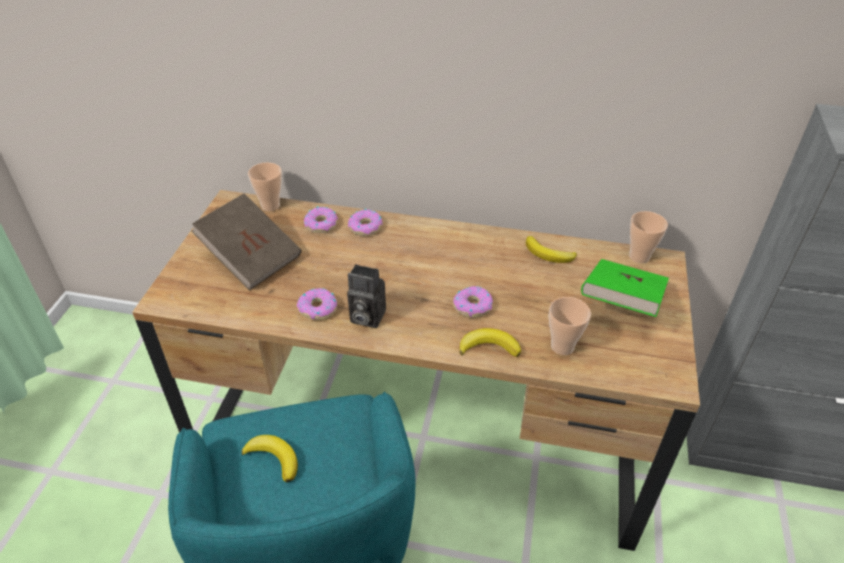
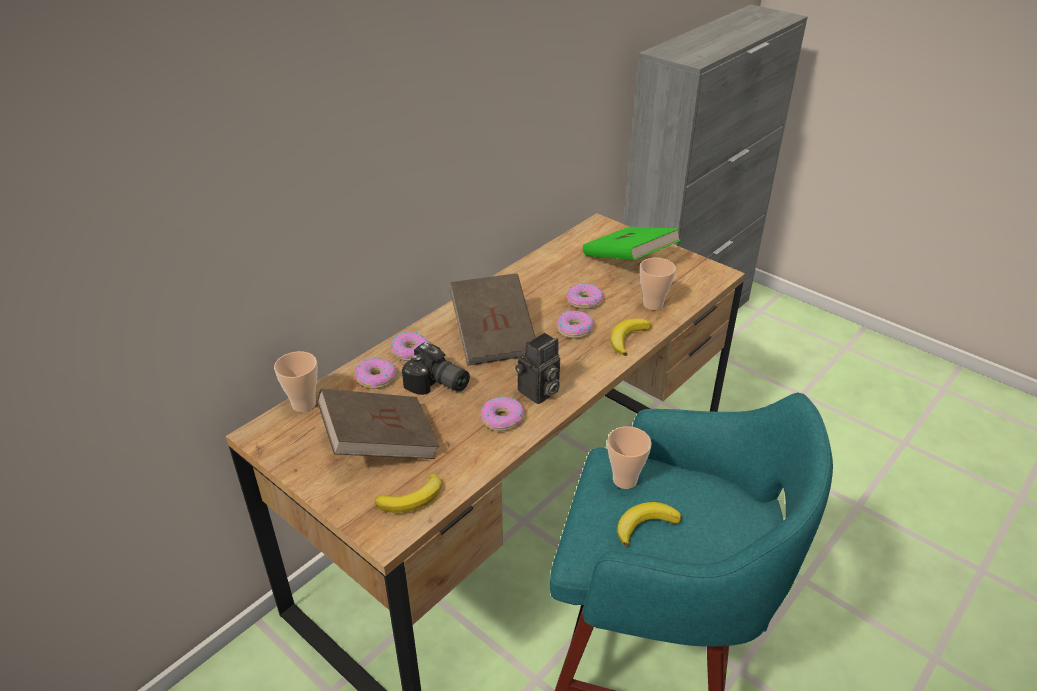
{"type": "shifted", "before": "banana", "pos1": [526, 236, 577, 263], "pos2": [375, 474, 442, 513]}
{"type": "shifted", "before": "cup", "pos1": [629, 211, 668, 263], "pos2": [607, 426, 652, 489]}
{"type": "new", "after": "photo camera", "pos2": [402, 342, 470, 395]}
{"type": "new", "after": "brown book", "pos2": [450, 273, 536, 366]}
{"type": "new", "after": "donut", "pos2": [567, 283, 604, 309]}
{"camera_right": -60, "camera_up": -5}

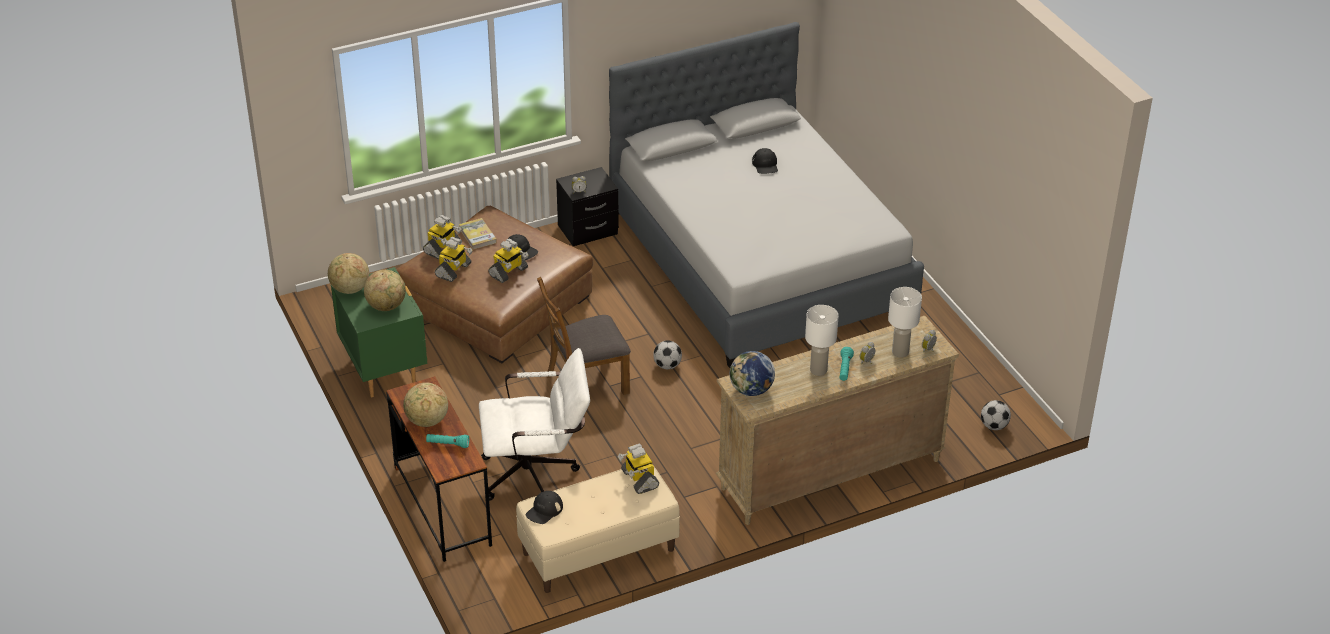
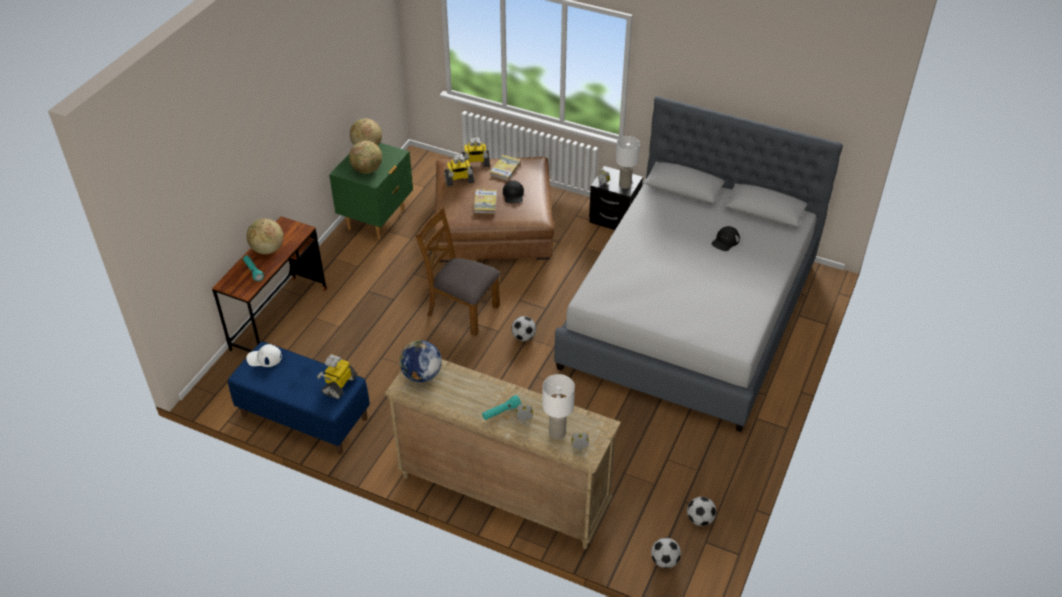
{"type": "gone", "before": "white office chair", "pos1": [479, 348, 590, 501]}
{"type": "swapped", "before": "toy robot", "after": "book", "pos1": [488, 239, 529, 283], "pos2": [473, 189, 497, 214]}
{"type": "repainted", "before": "beige bench", "after": "blue bench", "pos1": [516, 467, 680, 593], "pos2": [228, 342, 370, 454]}
{"type": "repainted", "before": "black cap", "after": "white cap", "pos1": [526, 491, 563, 524], "pos2": [246, 344, 282, 367]}
{"type": "shifted", "before": "white table lamp", "pos1": [805, 305, 839, 376], "pos2": [616, 136, 640, 189]}
{"type": "new", "after": "football", "pos2": [687, 497, 716, 526]}
{"camera_right": 50, "camera_up": 5}

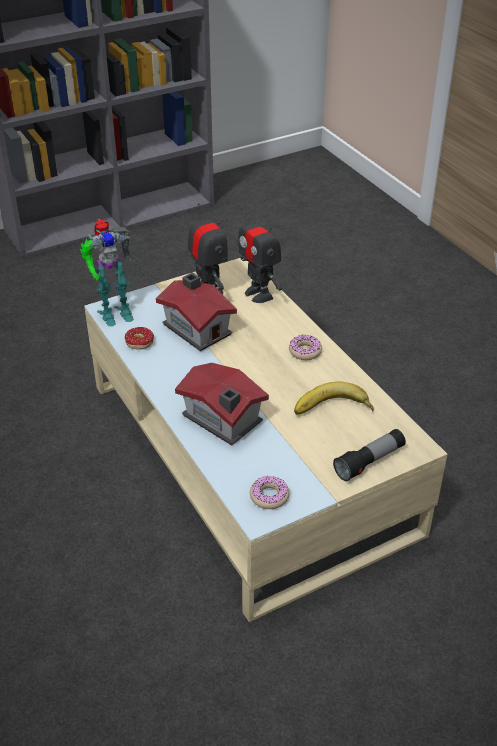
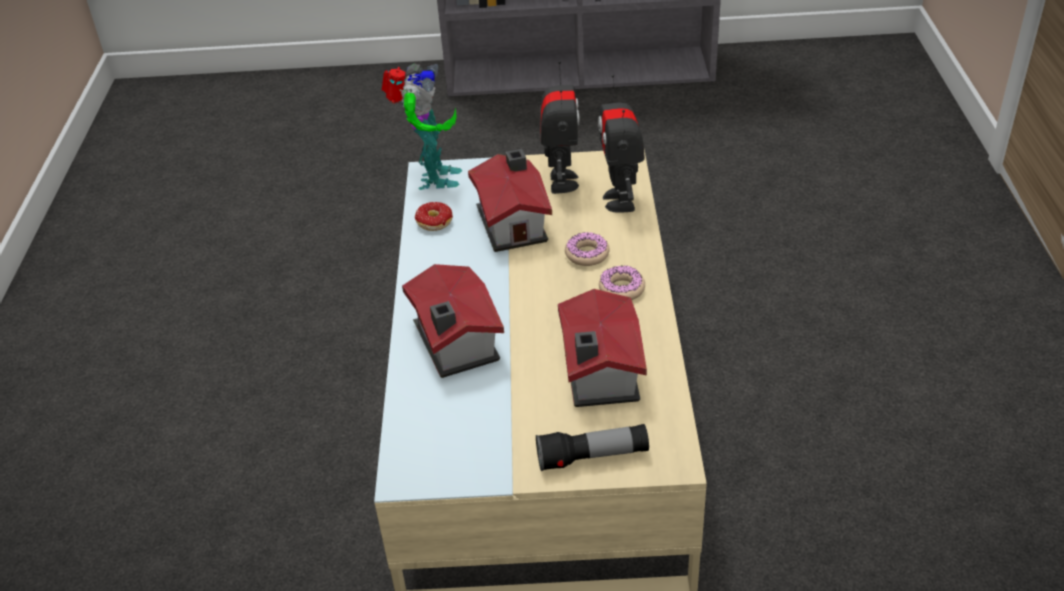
{"type": "rotated", "before": "toy robot", "pos1": [80, 219, 134, 326], "pos2": [382, 63, 462, 190], "turn": -90}
{"type": "shifted", "before": "donut", "pos1": [250, 476, 289, 509], "pos2": [565, 232, 610, 266]}
{"type": "swapped", "before": "banana", "after": "toy house", "pos1": [294, 382, 374, 415], "pos2": [558, 289, 647, 407]}
{"camera_right": 30, "camera_up": 0}

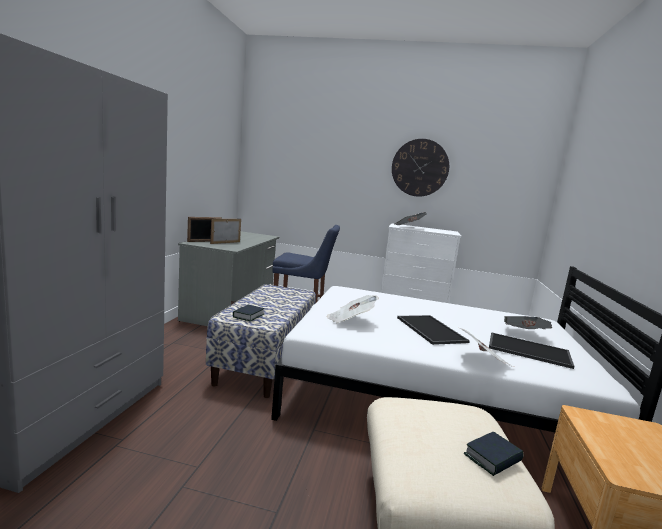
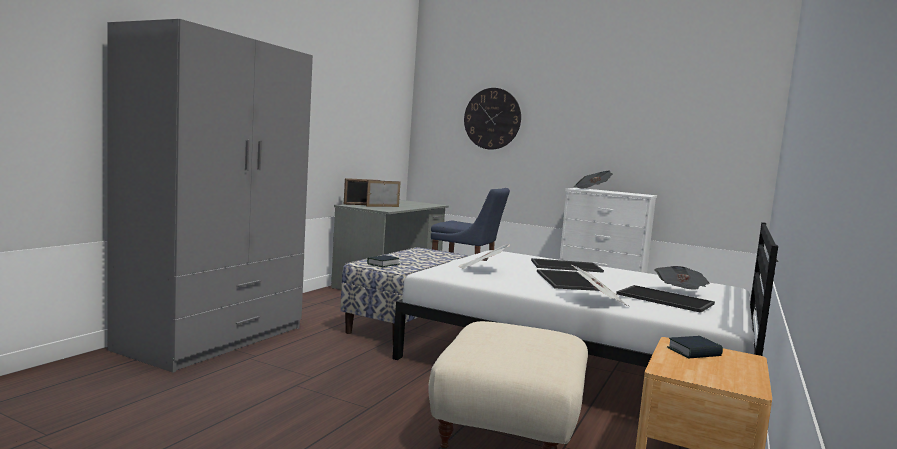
{"type": "shifted", "before": "wall clock", "pos1": [392, 139, 449, 197], "pos2": [464, 88, 521, 150]}
{"type": "shifted", "before": "book", "pos1": [464, 432, 524, 476], "pos2": [667, 336, 723, 359]}
{"type": "new", "after": "tray", "pos2": [531, 258, 604, 273]}
{"camera_right": 15, "camera_up": -5}

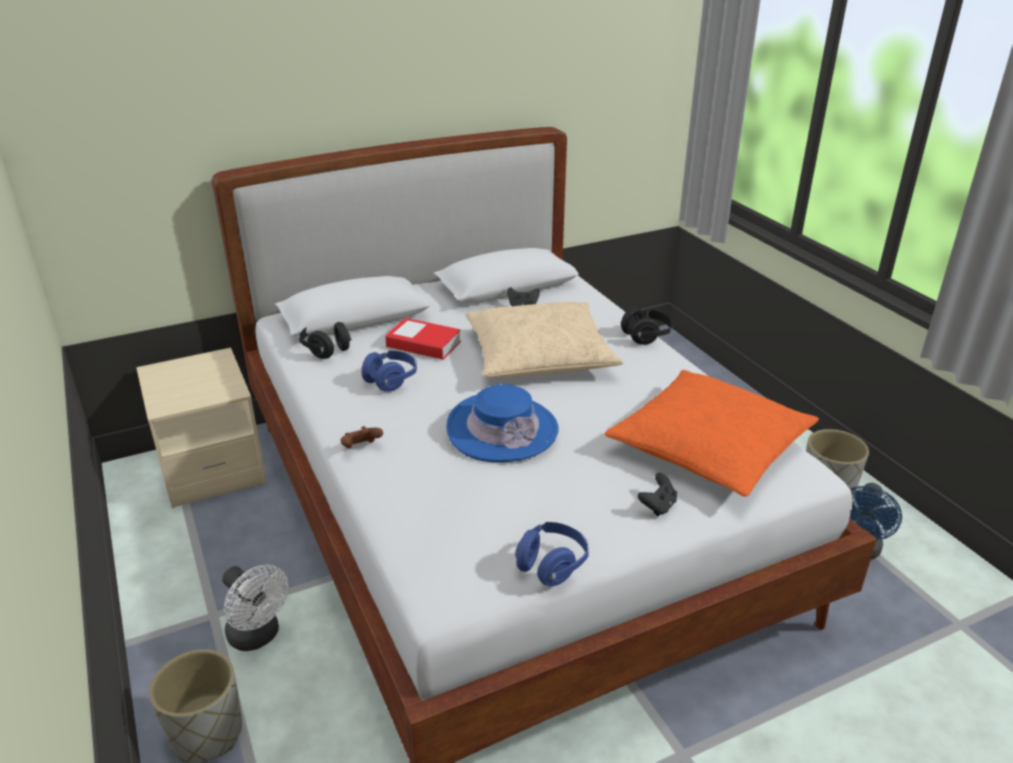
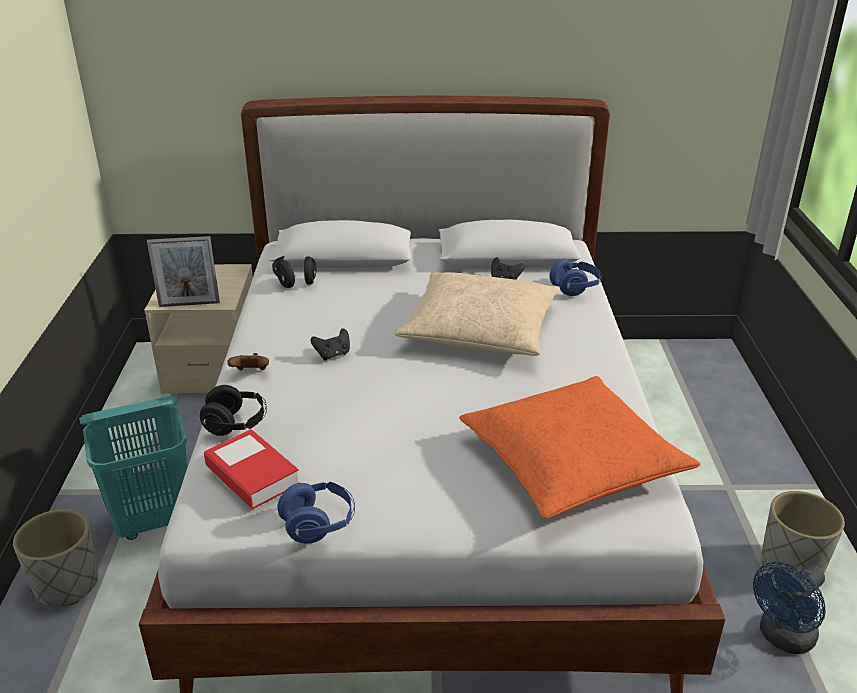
{"type": "swapped", "before": "white fan", "after": "turquoise laundry basket", "pos1": [222, 565, 289, 651], "pos2": [79, 395, 187, 540]}
{"type": "shifted", "before": "blue headphones", "pos1": [361, 351, 417, 392], "pos2": [549, 259, 602, 296]}
{"type": "shifted", "before": "book", "pos1": [385, 318, 461, 360], "pos2": [204, 429, 299, 509]}
{"type": "gone", "before": "blue hat", "pos1": [446, 384, 558, 462]}
{"type": "shifted", "before": "black headphones", "pos1": [621, 307, 673, 345], "pos2": [200, 385, 267, 436]}
{"type": "shifted", "before": "black game controller", "pos1": [638, 473, 677, 516], "pos2": [311, 328, 350, 360]}
{"type": "new", "after": "picture frame", "pos2": [147, 236, 220, 307]}
{"camera_right": 25, "camera_up": 0}

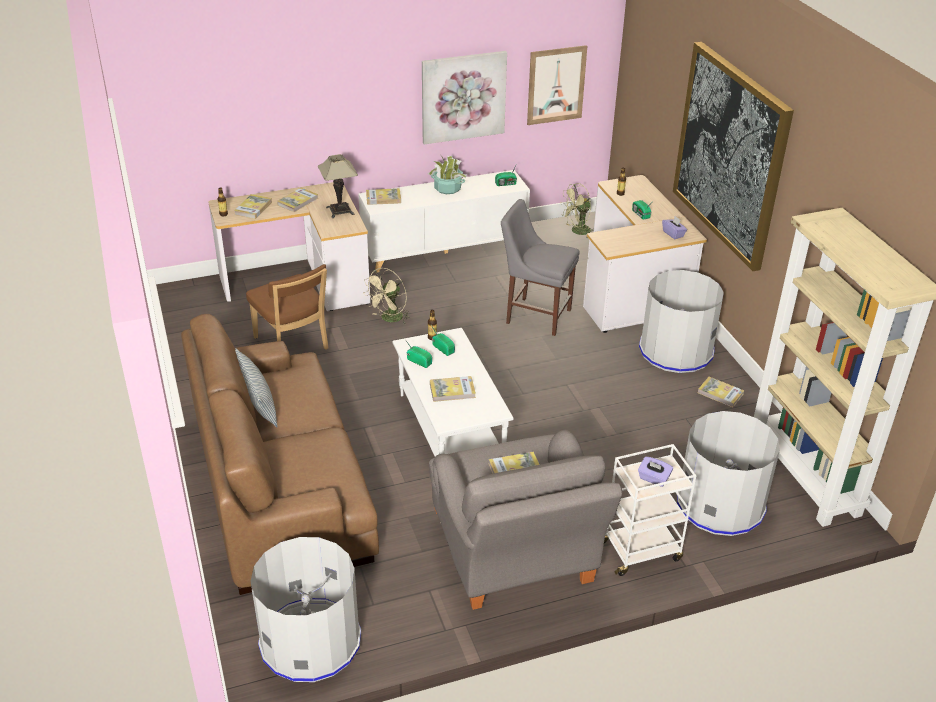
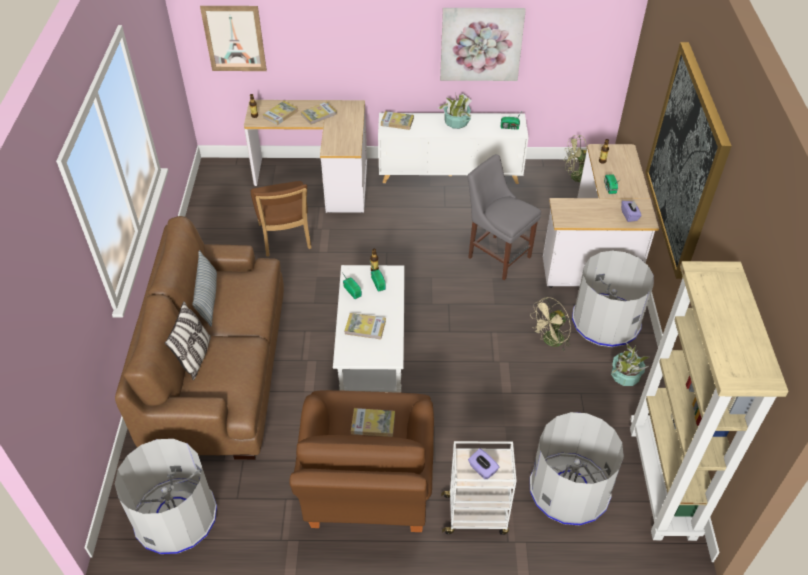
{"type": "gone", "before": "table lamp", "pos1": [318, 154, 358, 218]}
{"type": "shifted", "before": "beige fan", "pos1": [363, 268, 410, 324], "pos2": [530, 297, 571, 350]}
{"type": "repainted", "before": "grey armchair", "after": "brown armchair", "pos1": [429, 430, 622, 610], "pos2": [289, 390, 434, 532]}
{"type": "shifted", "before": "picture", "pos1": [527, 45, 587, 125], "pos2": [200, 6, 267, 71]}
{"type": "swapped", "before": "book", "after": "potted plant", "pos1": [698, 376, 744, 407], "pos2": [611, 342, 649, 386]}
{"type": "new", "after": "pillow", "pos2": [165, 301, 211, 380]}
{"camera_right": 20, "camera_up": 10}

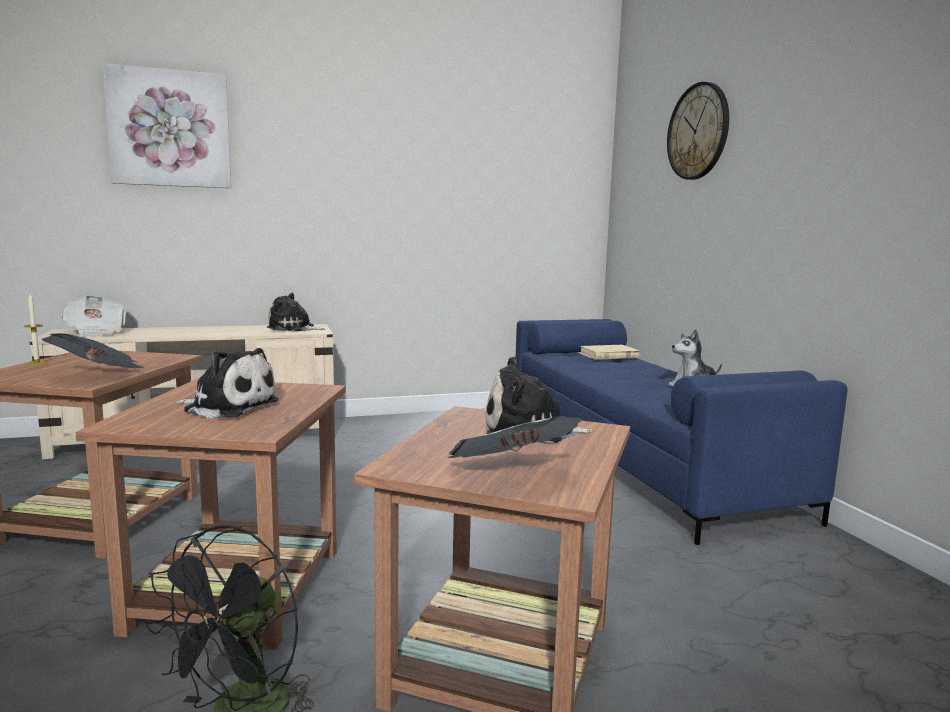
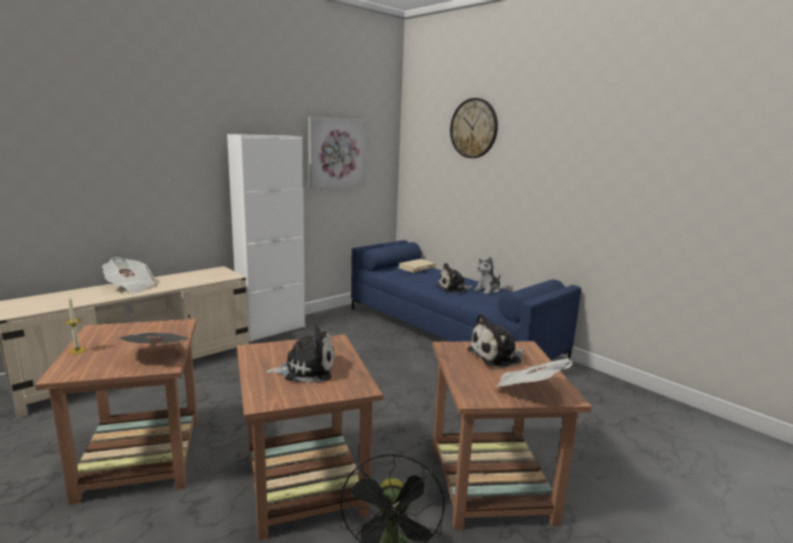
{"type": "shifted", "before": "newspaper", "pos1": [61, 295, 127, 337], "pos2": [102, 257, 156, 294]}
{"type": "shifted", "before": "picture", "pos1": [102, 63, 231, 188], "pos2": [308, 117, 366, 189]}
{"type": "shifted", "before": "plush toy", "pos1": [267, 292, 325, 332], "pos2": [437, 263, 473, 293]}
{"type": "new", "after": "white cabinet", "pos2": [227, 134, 305, 342]}
{"camera_right": -25, "camera_up": 5}

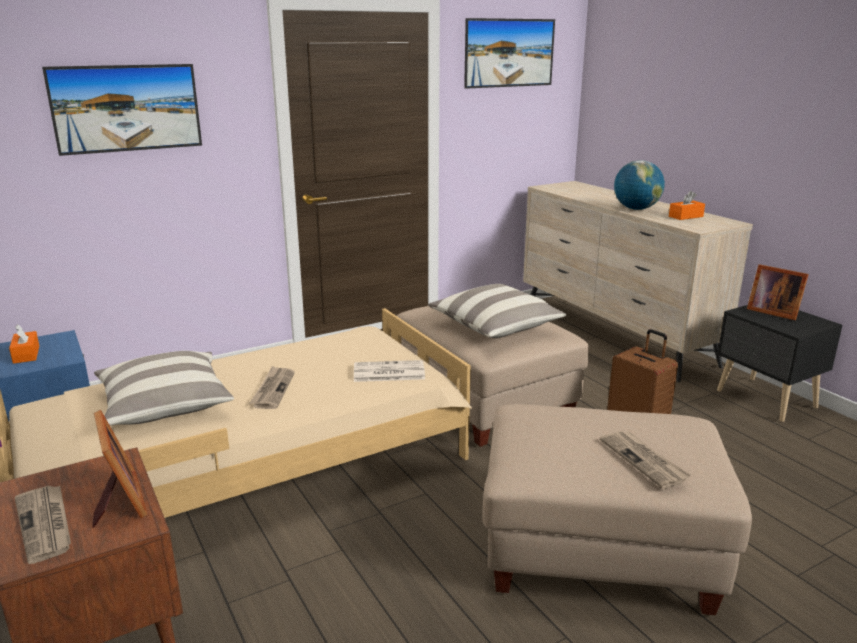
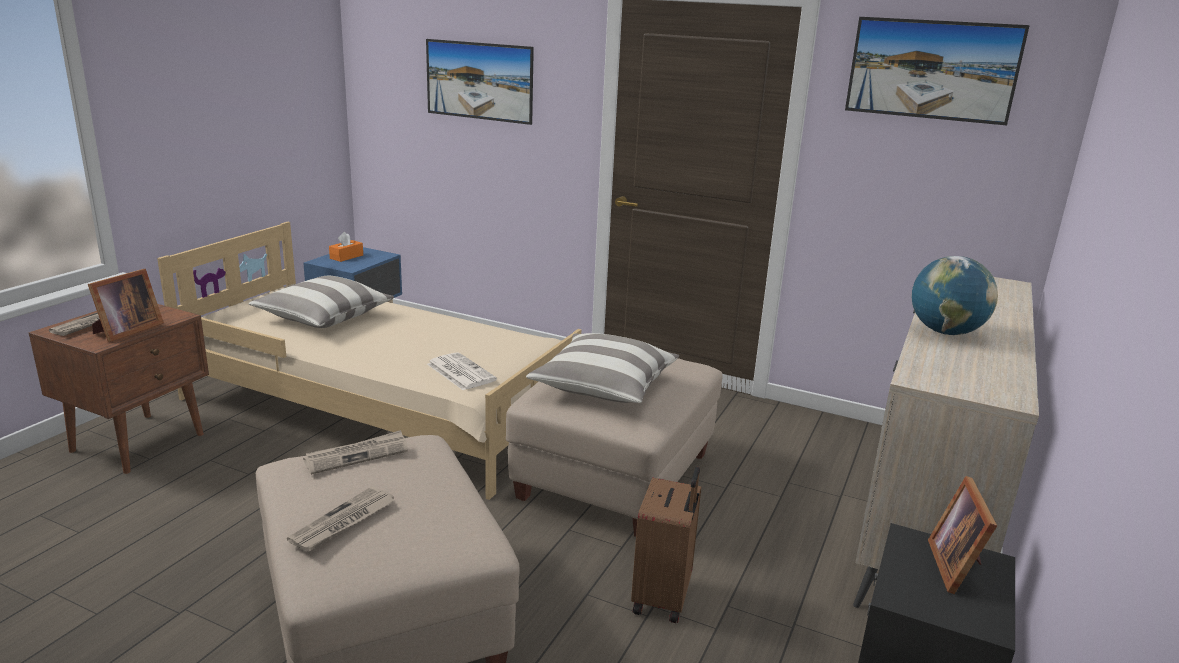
{"type": "shifted", "before": "newspaper", "pos1": [250, 366, 295, 409], "pos2": [303, 430, 408, 475]}
{"type": "gone", "before": "orange tissue box", "pos1": [669, 191, 705, 220]}
{"camera_right": 55, "camera_up": 0}

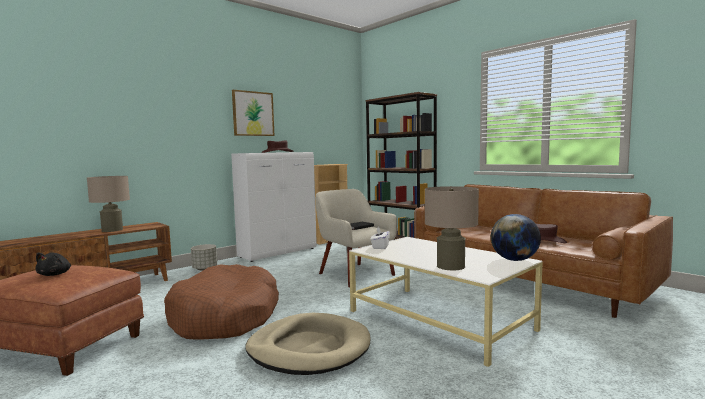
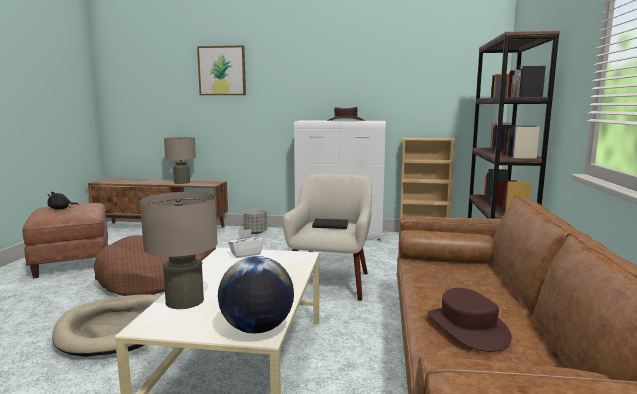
{"type": "shifted", "before": "picture", "pos1": [232, 90, 275, 136], "pos2": [197, 46, 246, 95]}
{"camera_right": 50, "camera_up": 5}

